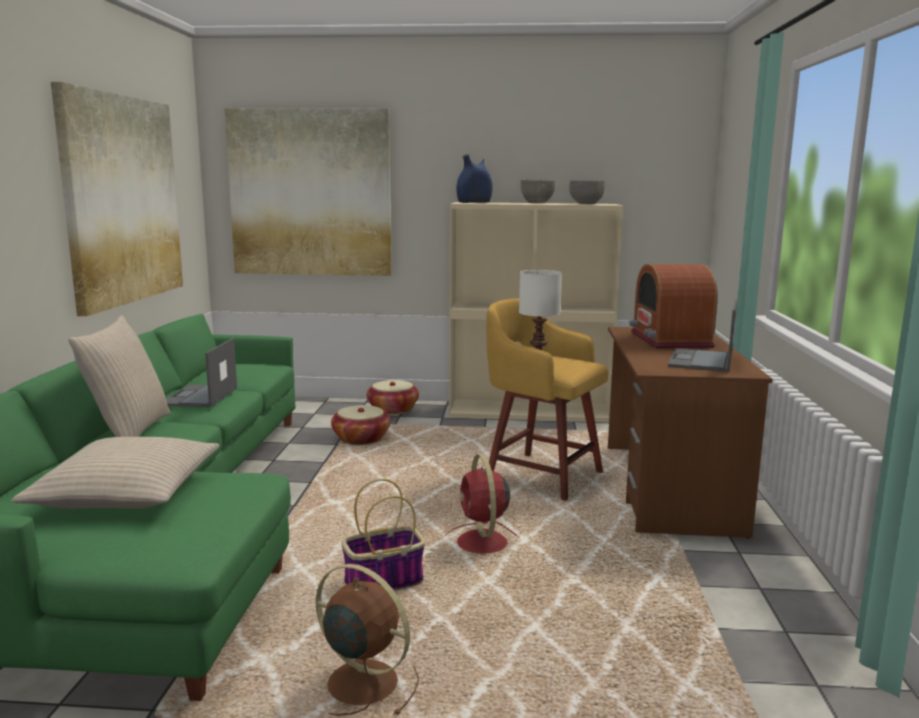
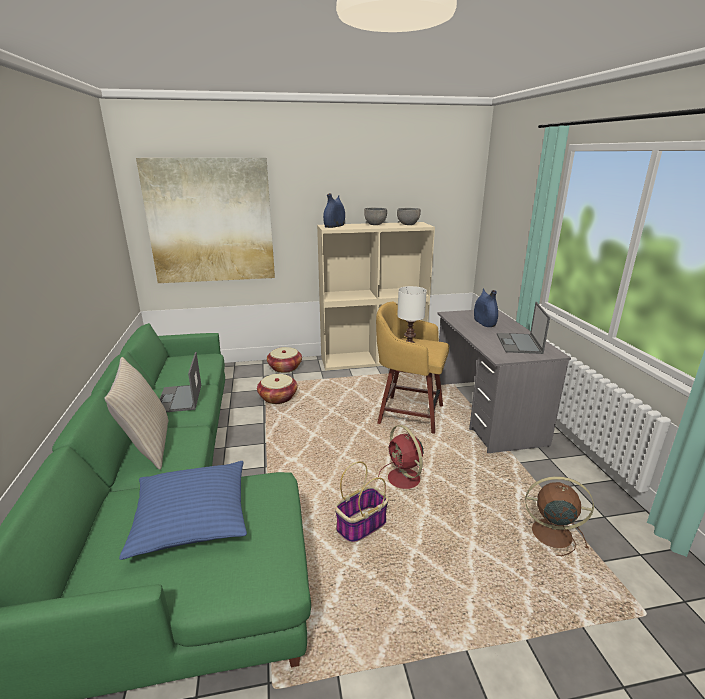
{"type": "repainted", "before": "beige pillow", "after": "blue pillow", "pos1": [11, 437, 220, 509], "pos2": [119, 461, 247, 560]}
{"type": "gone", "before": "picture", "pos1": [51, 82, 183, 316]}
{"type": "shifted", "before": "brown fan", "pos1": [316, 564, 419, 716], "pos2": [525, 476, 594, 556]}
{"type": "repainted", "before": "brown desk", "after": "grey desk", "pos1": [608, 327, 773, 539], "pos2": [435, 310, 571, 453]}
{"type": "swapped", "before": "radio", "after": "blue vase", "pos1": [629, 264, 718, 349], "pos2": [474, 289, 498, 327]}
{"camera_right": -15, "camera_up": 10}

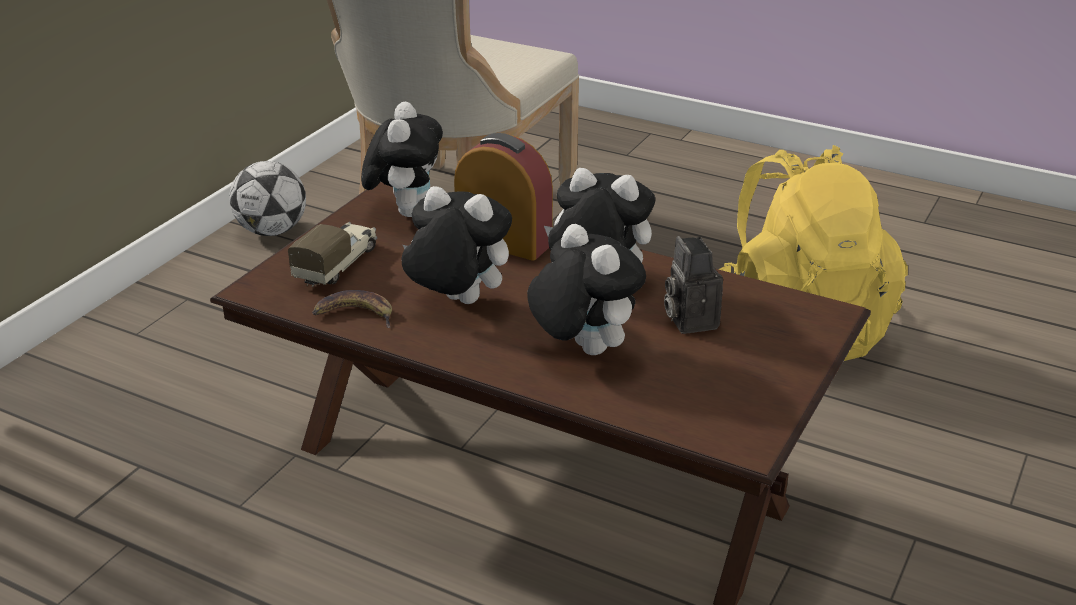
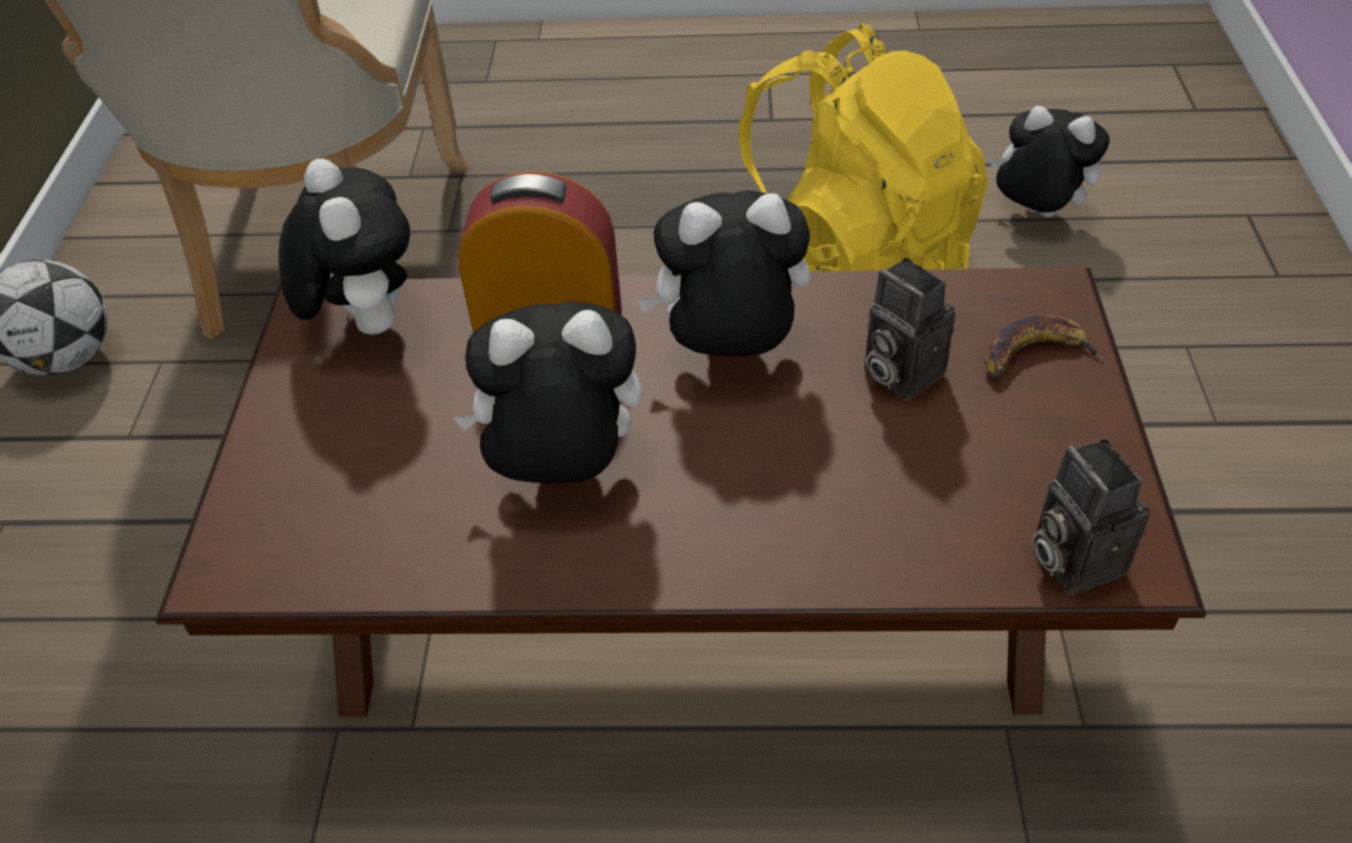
{"type": "gone", "before": "toy truck", "pos1": [288, 222, 377, 287]}
{"type": "shifted", "before": "banana", "pos1": [312, 290, 392, 328], "pos2": [985, 315, 1105, 378]}
{"type": "shifted", "before": "plush toy", "pos1": [527, 224, 646, 355], "pos2": [989, 106, 1110, 217]}
{"type": "new", "after": "photo camera", "pos2": [1033, 439, 1150, 595]}
{"camera_right": -25, "camera_up": 15}

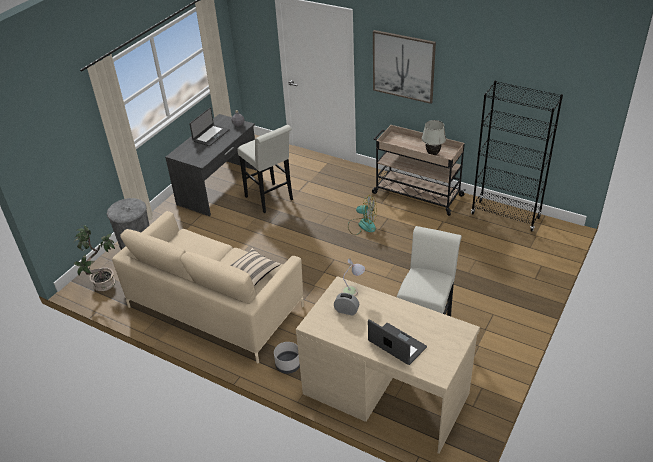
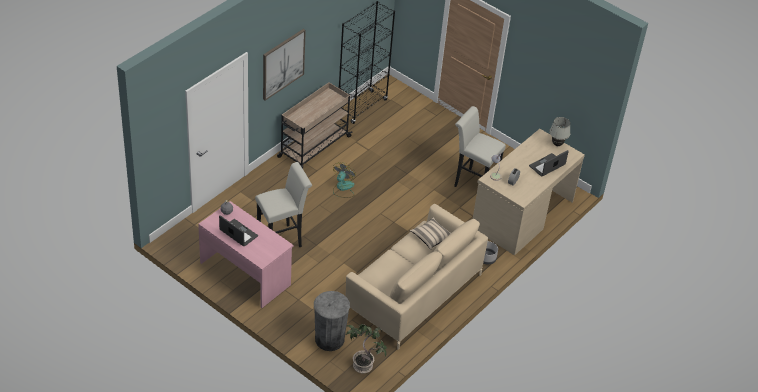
{"type": "repainted", "before": "grey desk", "after": "pink desk", "pos1": [165, 114, 257, 216], "pos2": [198, 201, 294, 308]}
{"type": "shifted", "before": "white table lamp", "pos1": [422, 120, 446, 155], "pos2": [549, 117, 570, 146]}
{"camera_right": -85, "camera_up": 5}

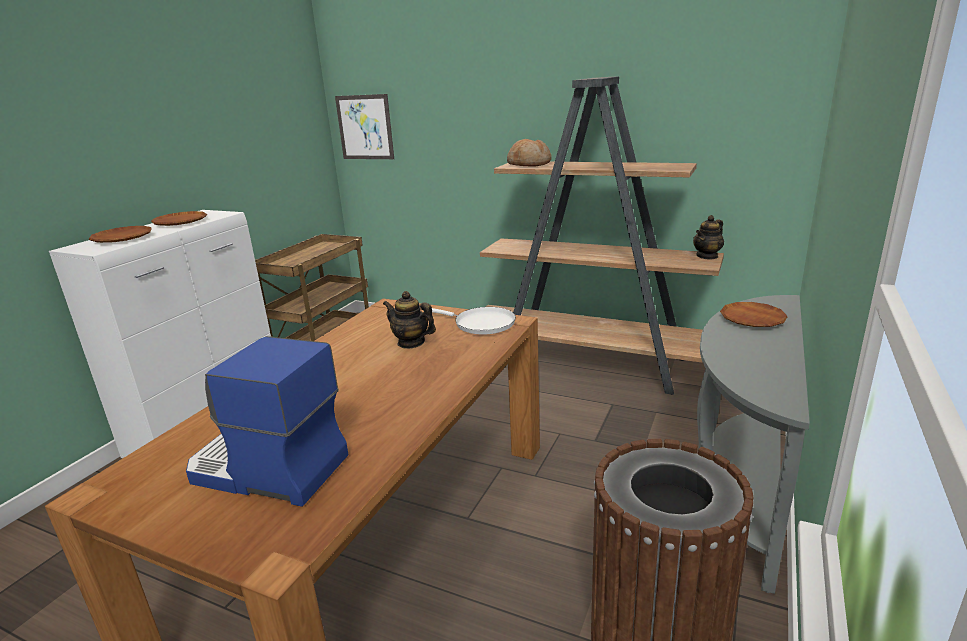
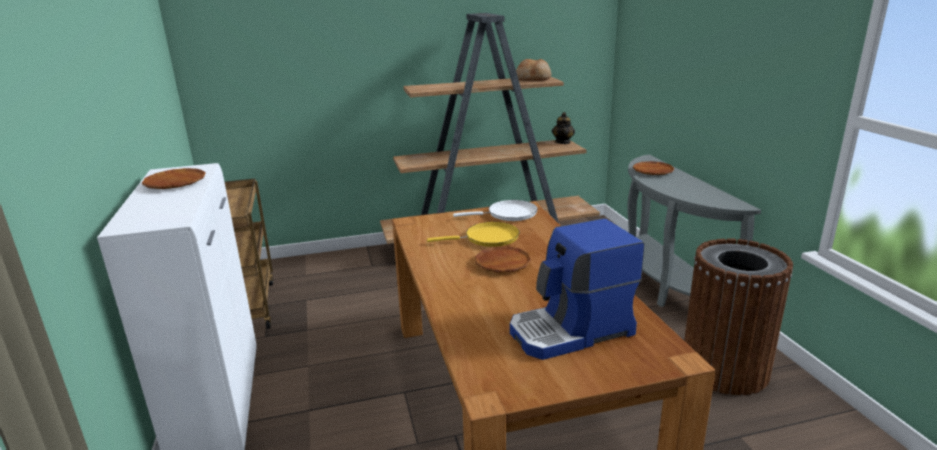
{"type": "shifted", "before": "brown plate", "pos1": [89, 226, 152, 243], "pos2": [475, 246, 531, 273]}
{"type": "gone", "before": "picture", "pos1": [335, 94, 394, 159]}
{"type": "swapped", "before": "teapot", "after": "yellow frying pan", "pos1": [383, 291, 436, 349], "pos2": [427, 222, 520, 247]}
{"type": "shifted", "before": "bread", "pos1": [507, 139, 552, 167], "pos2": [516, 59, 551, 81]}
{"camera_right": -40, "camera_up": 0}

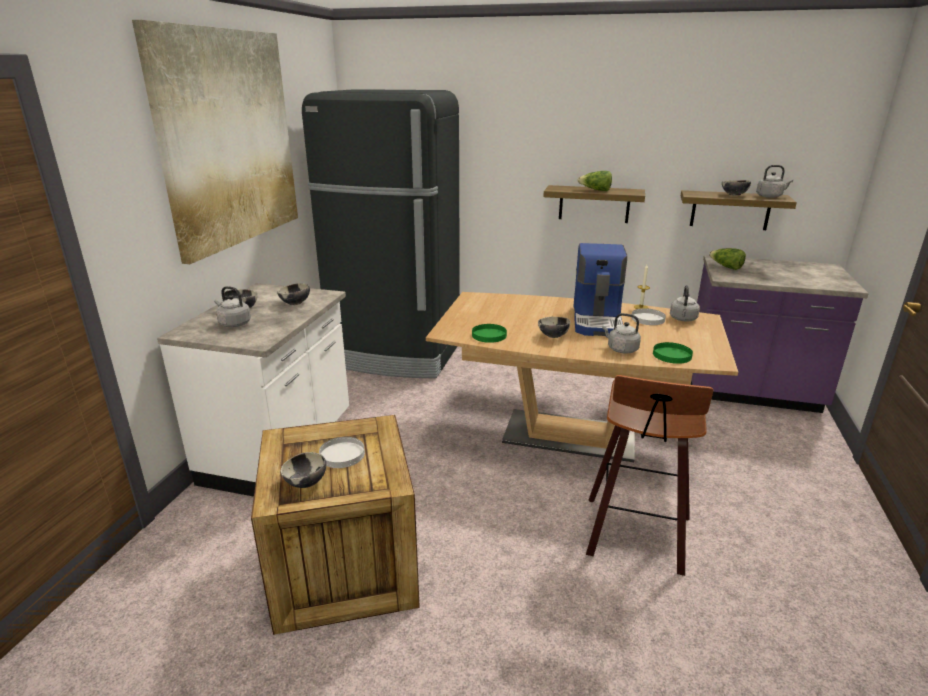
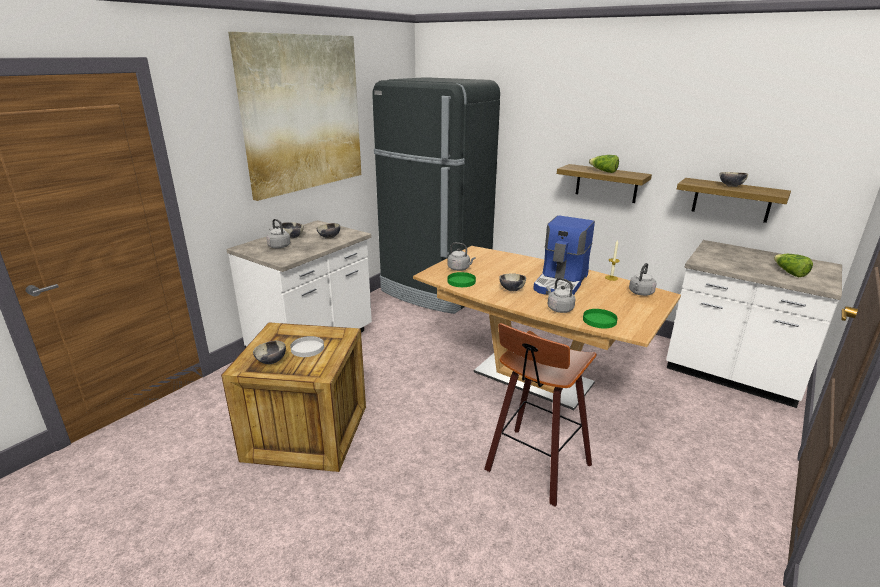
{"type": "gone", "before": "white plate", "pos1": [631, 308, 666, 325]}
{"type": "repainted", "before": "purple counter", "after": "white counter", "pos1": [691, 255, 869, 413], "pos2": [666, 240, 842, 408]}
{"type": "shifted", "before": "lettuce", "pos1": [709, 248, 746, 270], "pos2": [774, 254, 813, 277]}
{"type": "shifted", "before": "grey kettle", "pos1": [756, 165, 793, 198], "pos2": [447, 242, 475, 271]}
{"camera_right": 20, "camera_up": 0}

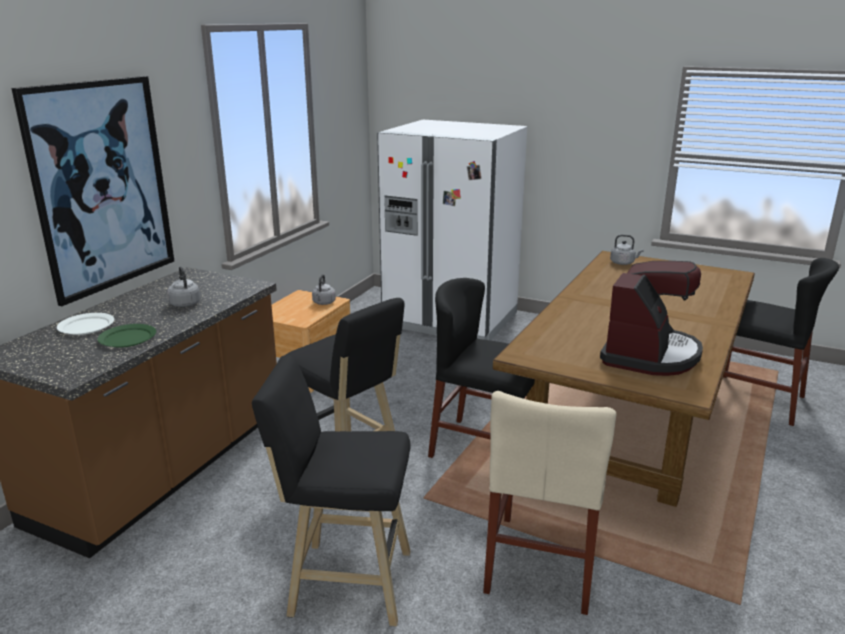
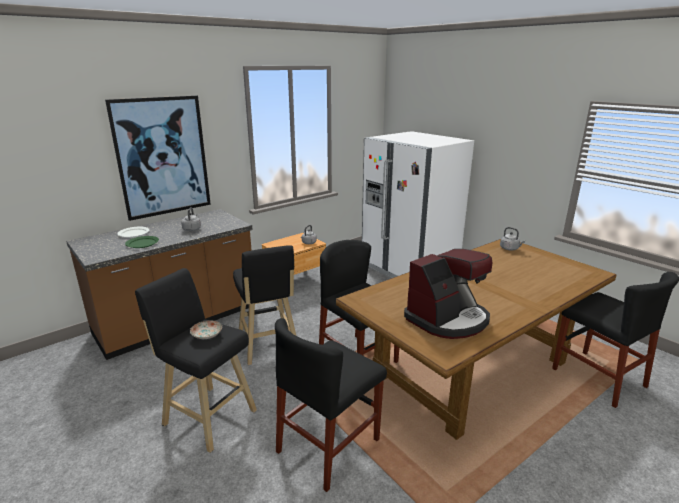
{"type": "repainted", "before": "beige chair", "after": "black chair", "pos1": [483, 391, 616, 615], "pos2": [275, 318, 387, 492]}
{"type": "new", "after": "plate", "pos2": [190, 321, 222, 339]}
{"camera_right": 25, "camera_up": 0}

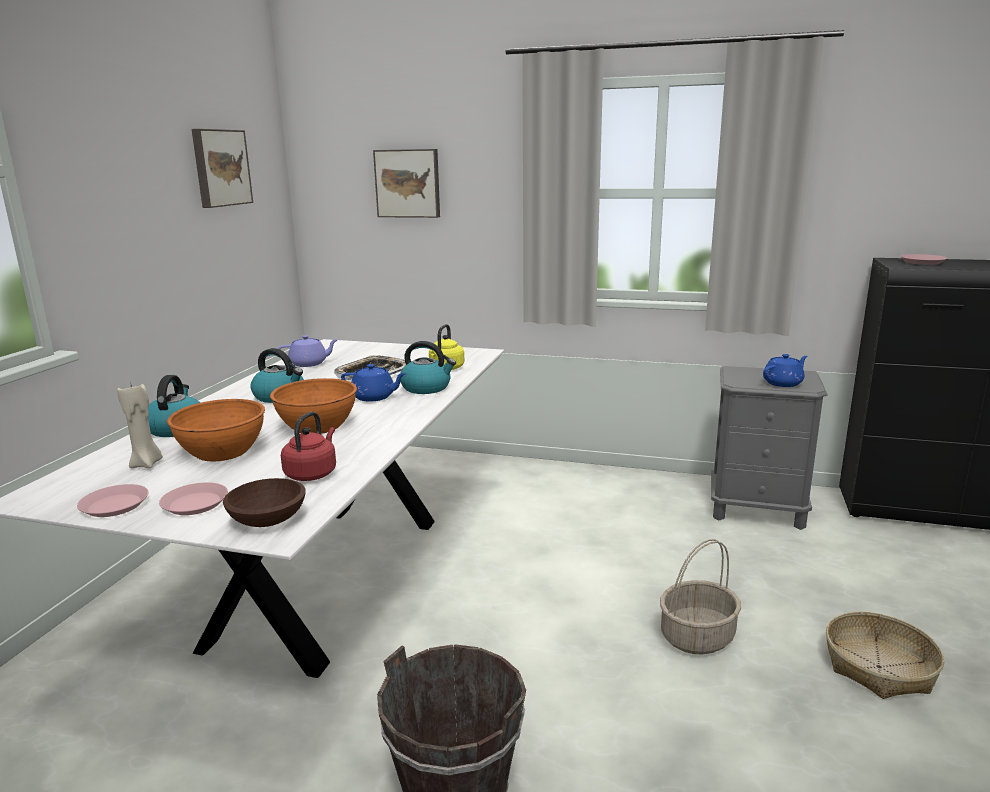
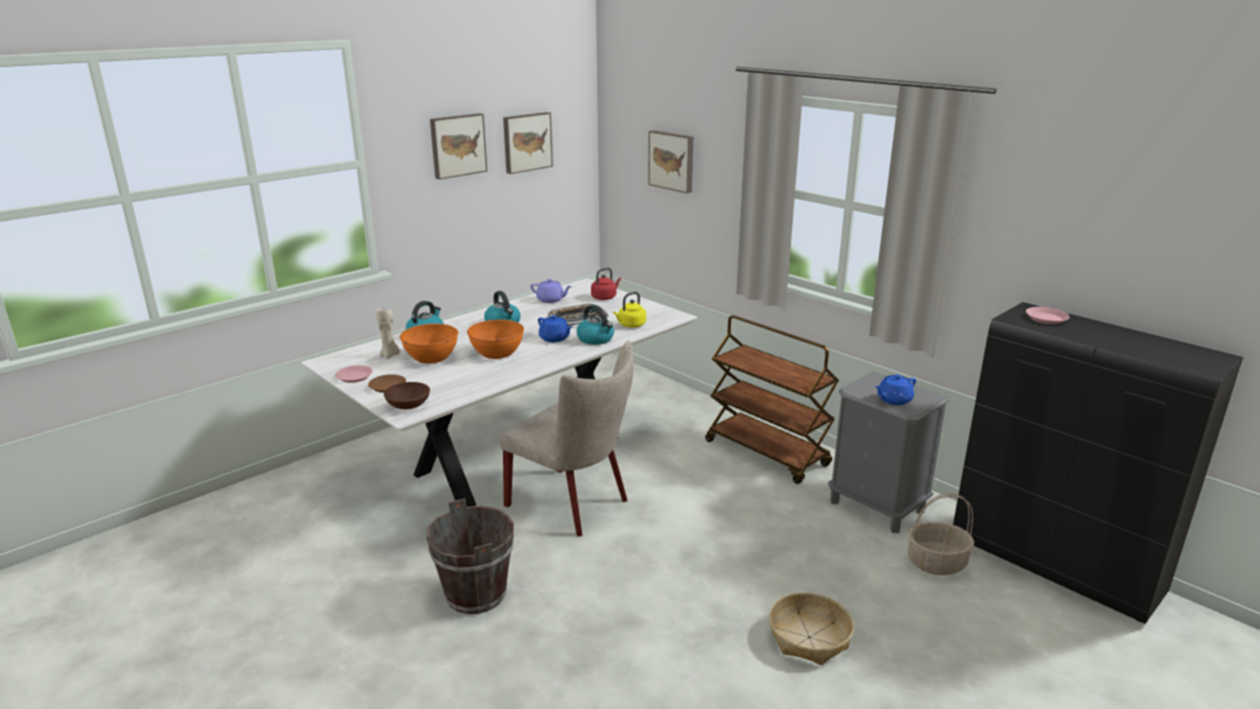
{"type": "repainted", "before": "pink plate", "after": "brown plate", "pos1": [159, 482, 228, 515], "pos2": [368, 374, 406, 393]}
{"type": "shifted", "before": "red kettle", "pos1": [281, 412, 336, 481], "pos2": [591, 268, 621, 300]}
{"type": "shifted", "before": "basket", "pos1": [660, 539, 741, 655], "pos2": [908, 493, 974, 575]}
{"type": "rotated", "before": "blue teapot", "pos1": [763, 354, 808, 387], "pos2": [875, 374, 916, 405], "turn": 150}
{"type": "new", "after": "picture", "pos2": [430, 113, 487, 180]}
{"type": "new", "after": "beige chair", "pos2": [499, 341, 634, 537]}
{"type": "new", "after": "brown cart", "pos2": [705, 315, 839, 484]}
{"camera_right": 30, "camera_up": 5}

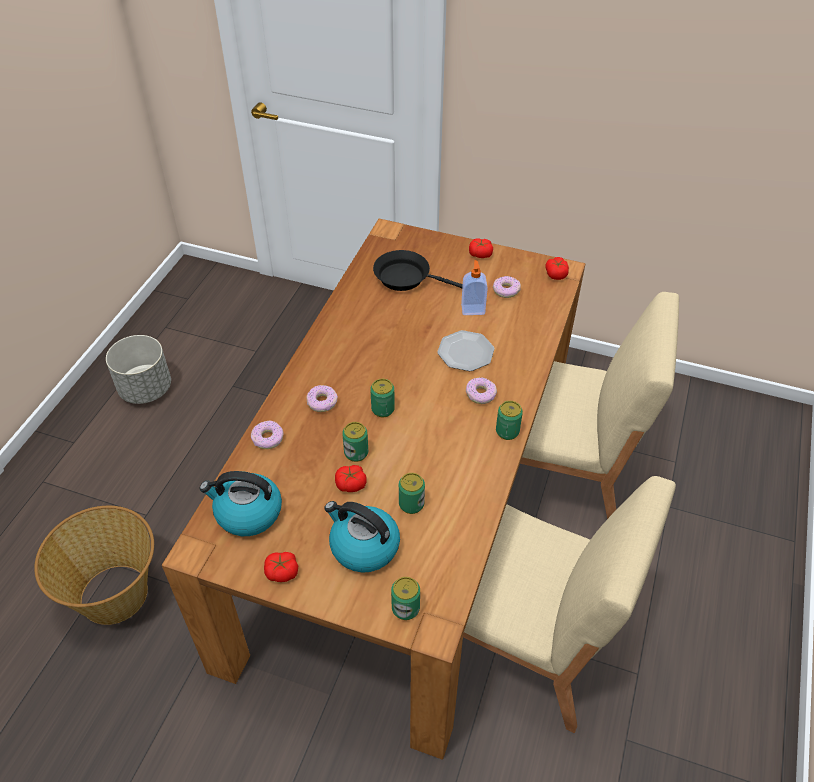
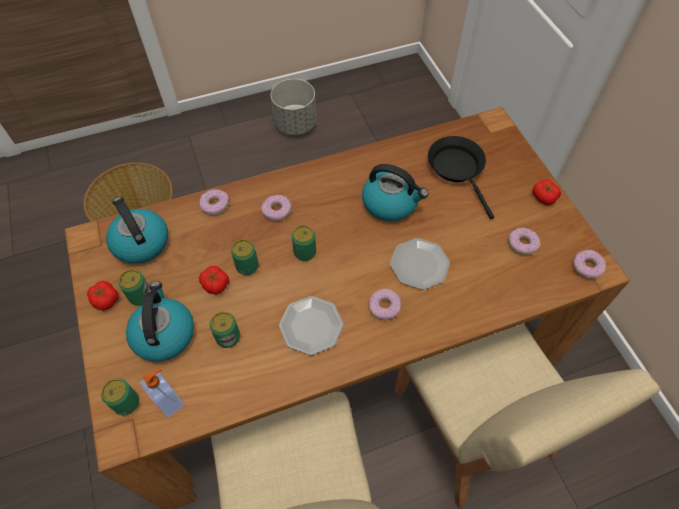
{"type": "shifted", "before": "soap dispenser", "pos1": [461, 260, 488, 315], "pos2": [140, 368, 184, 418]}
{"type": "shifted", "before": "can", "pos1": [496, 401, 523, 440], "pos2": [118, 270, 151, 306]}
{"type": "swapped", "before": "tomato", "after": "donut", "pos1": [546, 257, 569, 280], "pos2": [573, 250, 606, 279]}
{"type": "new", "after": "plate", "pos2": [279, 296, 343, 355]}
{"type": "new", "after": "kettle", "pos2": [362, 164, 428, 221]}
{"camera_right": 50, "camera_up": 10}

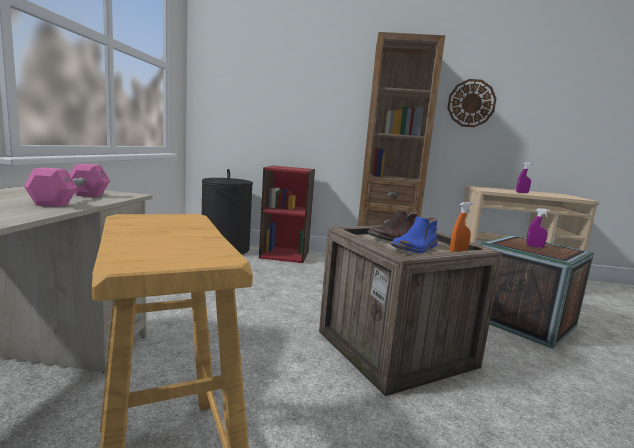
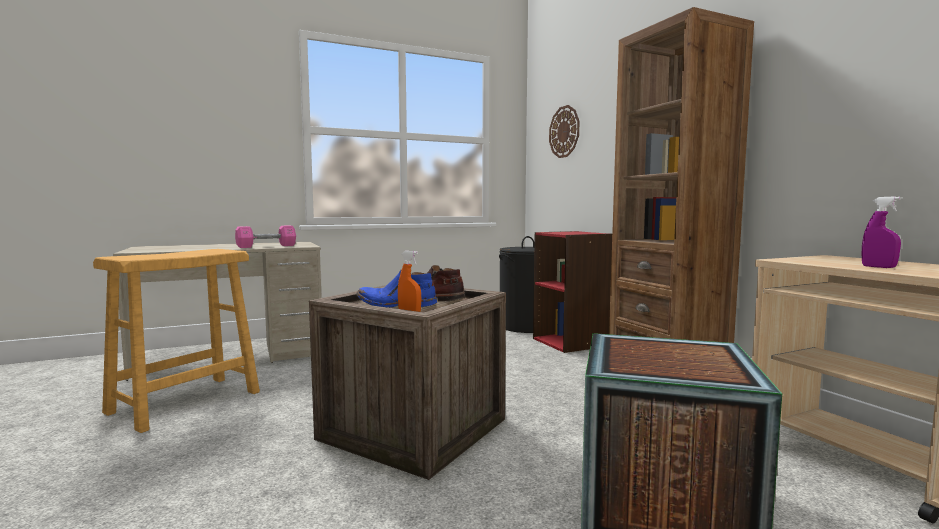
{"type": "shifted", "before": "wall clock", "pos1": [447, 79, 496, 127], "pos2": [549, 105, 580, 158]}
{"type": "gone", "before": "purple spray bottle", "pos1": [526, 208, 550, 248]}
{"camera_right": 60, "camera_up": -5}

